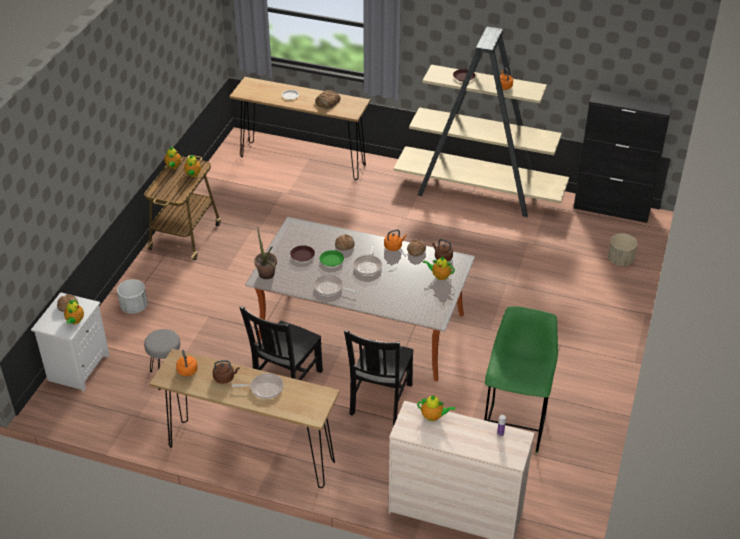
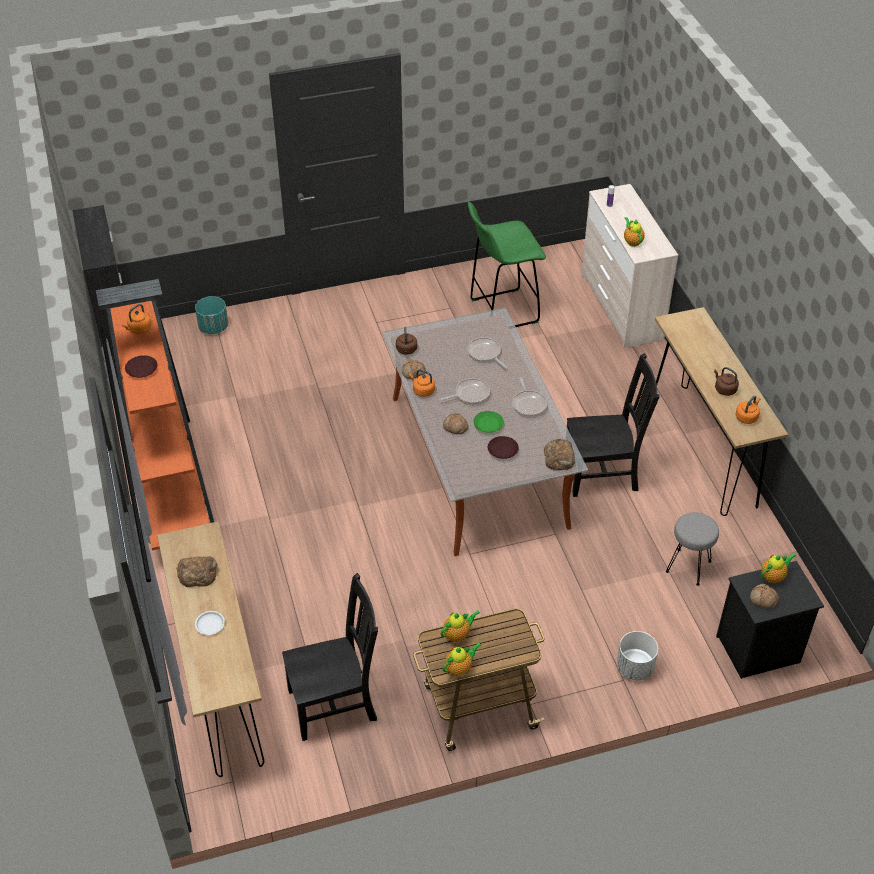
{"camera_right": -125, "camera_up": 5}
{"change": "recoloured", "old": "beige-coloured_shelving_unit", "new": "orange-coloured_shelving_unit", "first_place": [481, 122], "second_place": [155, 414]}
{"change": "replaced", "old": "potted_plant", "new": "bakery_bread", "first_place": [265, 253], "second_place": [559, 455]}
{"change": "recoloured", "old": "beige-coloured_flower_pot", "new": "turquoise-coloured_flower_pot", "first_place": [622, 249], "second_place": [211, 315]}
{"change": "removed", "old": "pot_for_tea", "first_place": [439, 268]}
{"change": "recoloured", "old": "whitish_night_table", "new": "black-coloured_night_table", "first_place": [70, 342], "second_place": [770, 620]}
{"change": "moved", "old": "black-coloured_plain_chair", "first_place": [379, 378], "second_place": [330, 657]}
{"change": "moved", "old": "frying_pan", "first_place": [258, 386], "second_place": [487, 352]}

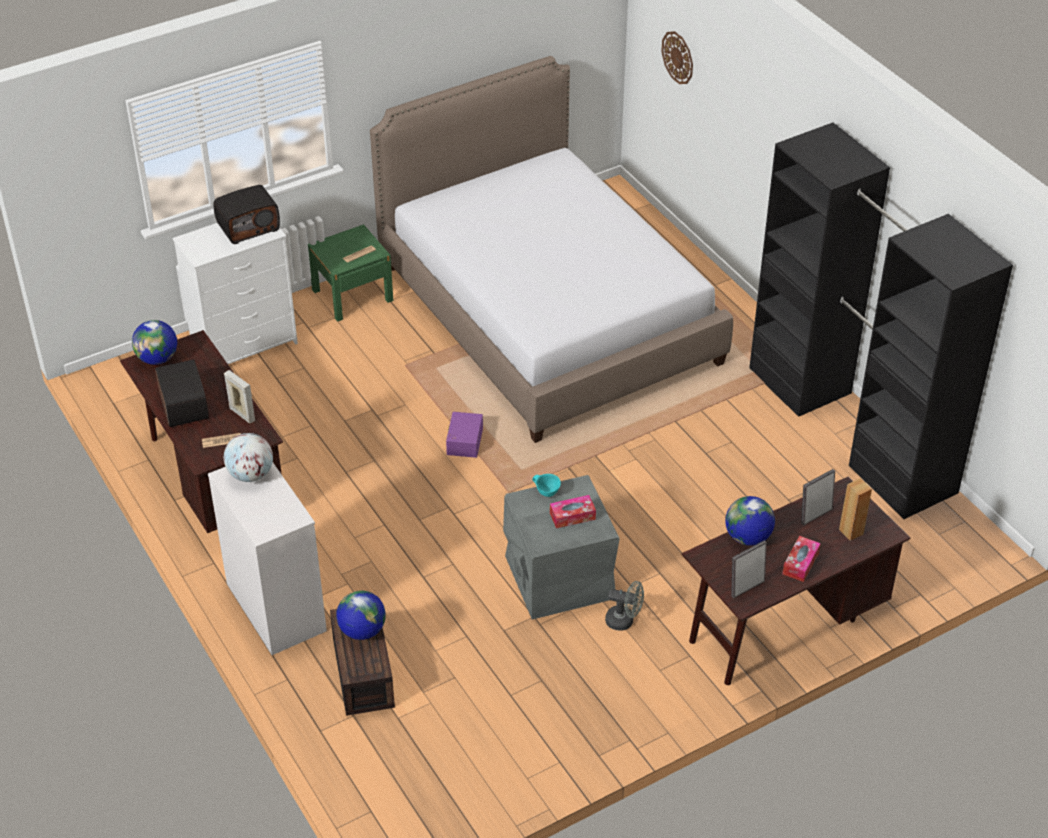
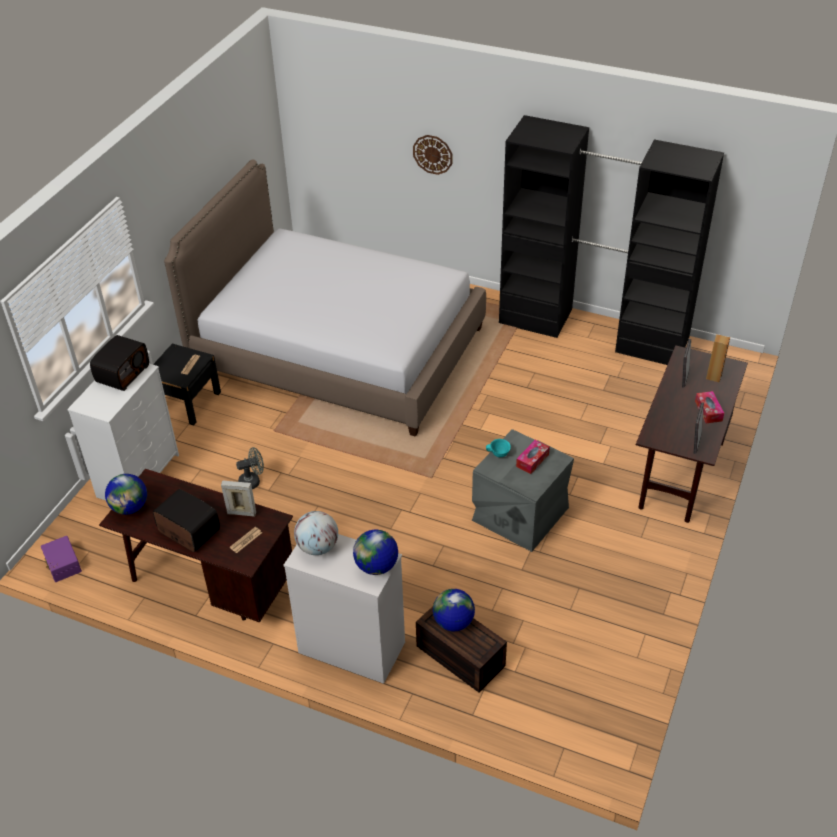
{"camera_right": -35, "camera_up": 0}
{"change": "moved", "old": "wall_clock", "first_place": [677, 57], "second_place": [432, 155]}
{"change": "recoloured", "old": "green-coloured_night_table", "new": "black-coloured_night_table", "first_place": [350, 273], "second_place": [187, 384]}
{"change": "moved", "old": "purplish_storage_box", "first_place": [464, 435], "second_place": [61, 559]}
{"change": "moved", "old": "world_globe", "first_place": [750, 521], "second_place": [375, 552]}
{"change": "moved", "old": "grey_cooling_fan", "first_place": [624, 606], "second_place": [250, 468]}

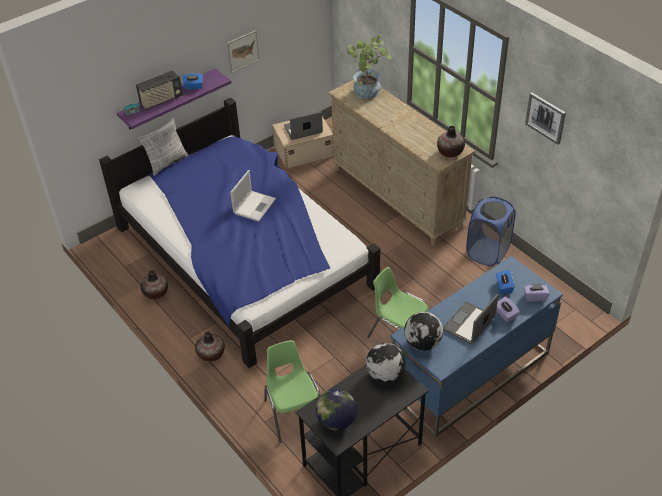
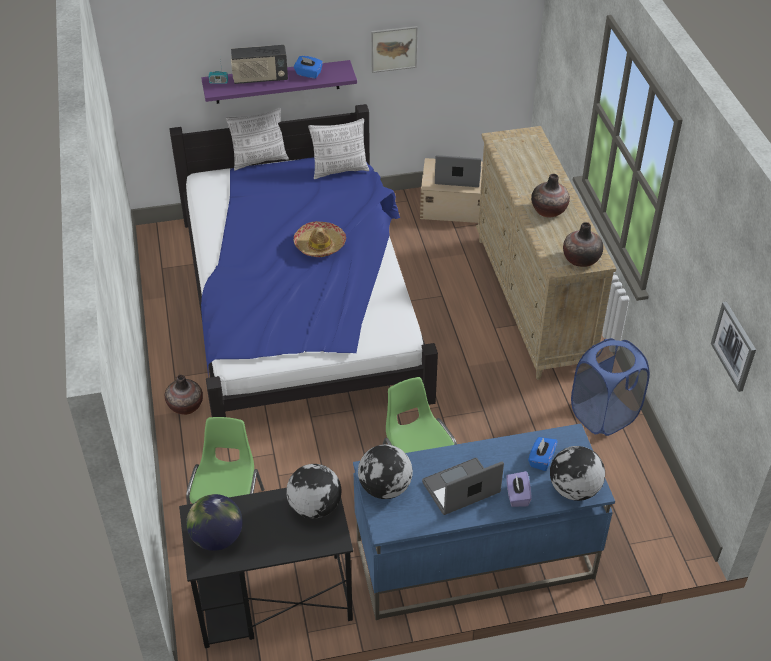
{"camera_right": 25, "camera_up": 0}
{"change": "removed", "old": "potted_plant", "first_place": [369, 66]}
{"change": "moved", "old": "wall_art", "first_place": [545, 119], "second_place": [733, 347]}
{"change": "replaced", "old": "portable_computer", "new": "wearable_hat", "first_place": [253, 196], "second_place": [320, 239]}
{"change": "moved", "old": "vase", "first_place": [154, 285], "second_place": [550, 196]}
{"change": "replaced", "old": "purplish_box_of_tissues", "new": "world_globe", "first_place": [537, 292], "second_place": [577, 473]}
{"change": "added", "new": "throw_pillow", "second_place": [338, 148]}

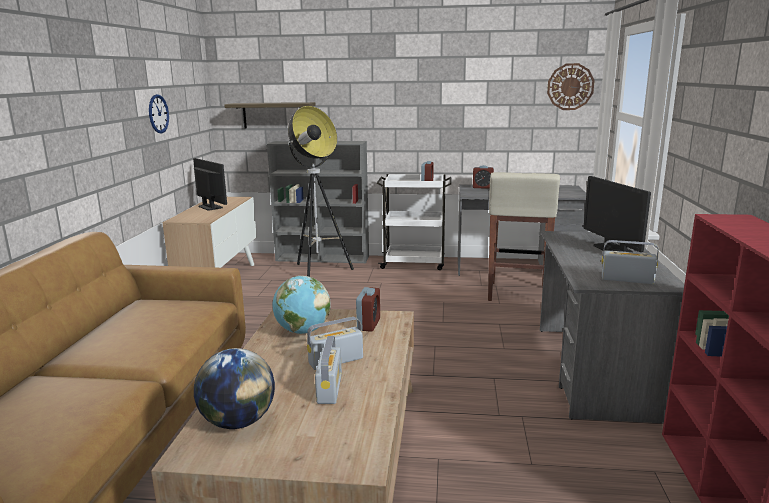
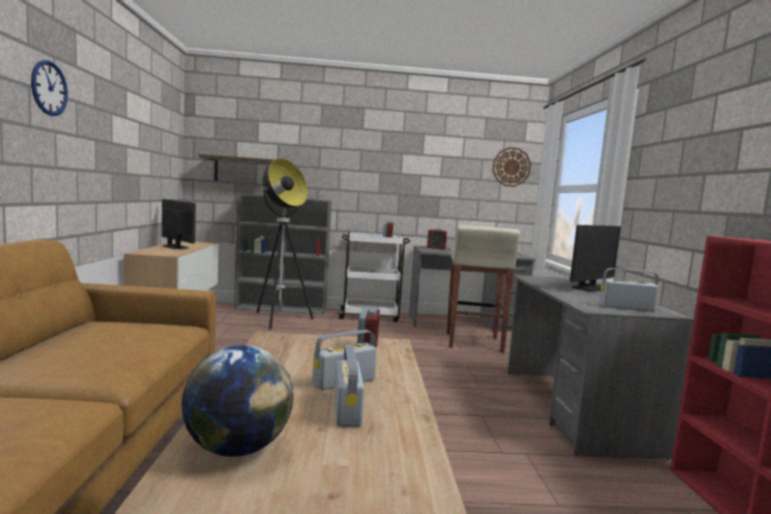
{"camera_right": -10, "camera_up": -10}
{"change": "moved", "old": "wall_clock", "first_place": [159, 113], "second_place": [49, 88]}
{"change": "turned", "old": "monitor", "first_place": [617, 214], "second_place": [595, 258], "degrees": -105}
{"change": "removed", "old": "world_globe", "first_place": [301, 305]}

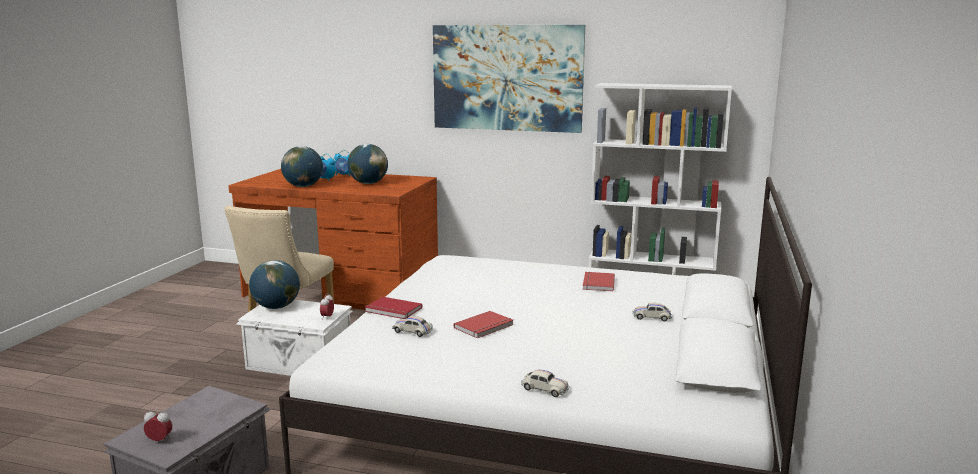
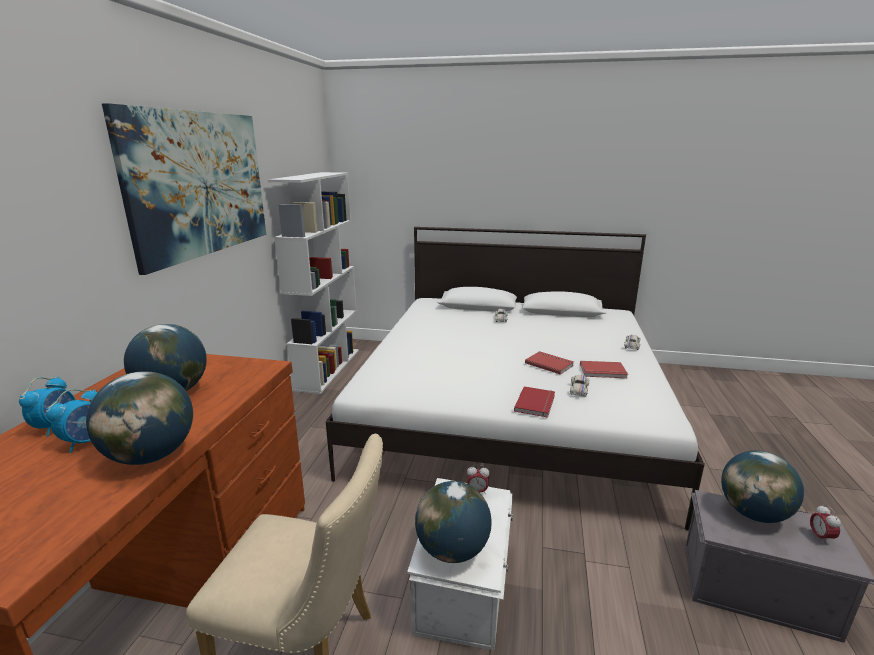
{"camera_right": -95, "camera_up": 5}
{"change": "moved", "old": "reddish_volume", "first_place": [599, 281], "second_place": [604, 369]}
{"change": "added", "new": "world_globe", "second_place": [762, 486]}

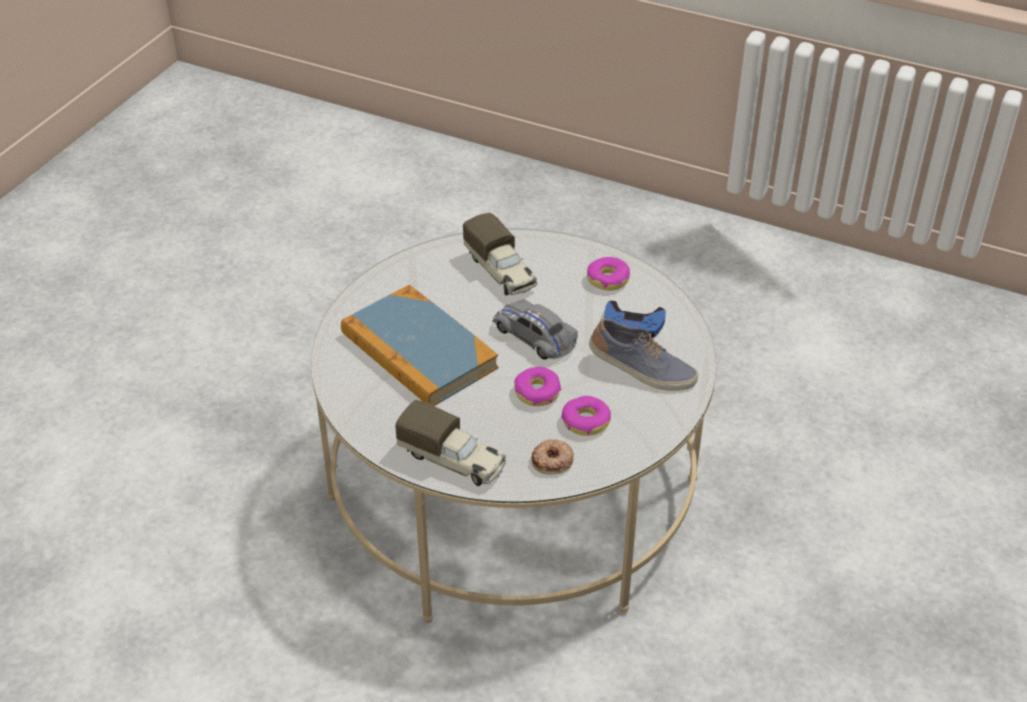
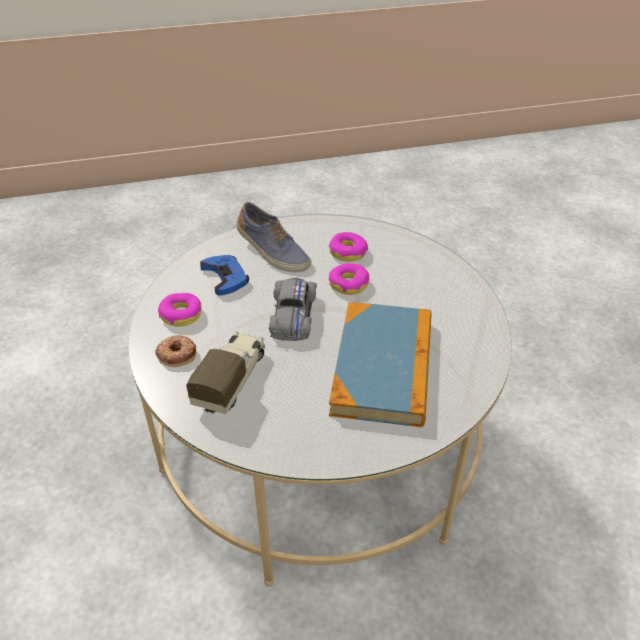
{"camera_right": -130, "camera_up": 0}
{"change": "turned", "old": "shoe", "first_place": [643, 354], "second_place": [273, 237], "degrees": 150}
{"change": "removed", "old": "model_truck", "first_place": [450, 443]}
{"change": "moved", "old": "donut", "first_place": [553, 457], "second_place": [175, 351]}

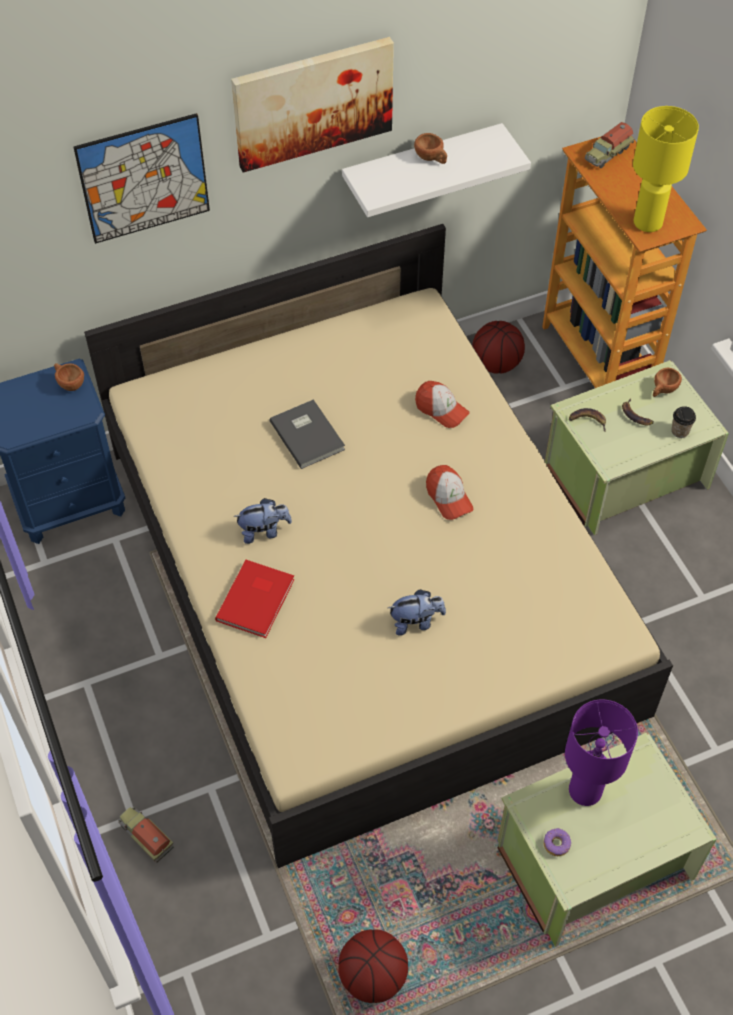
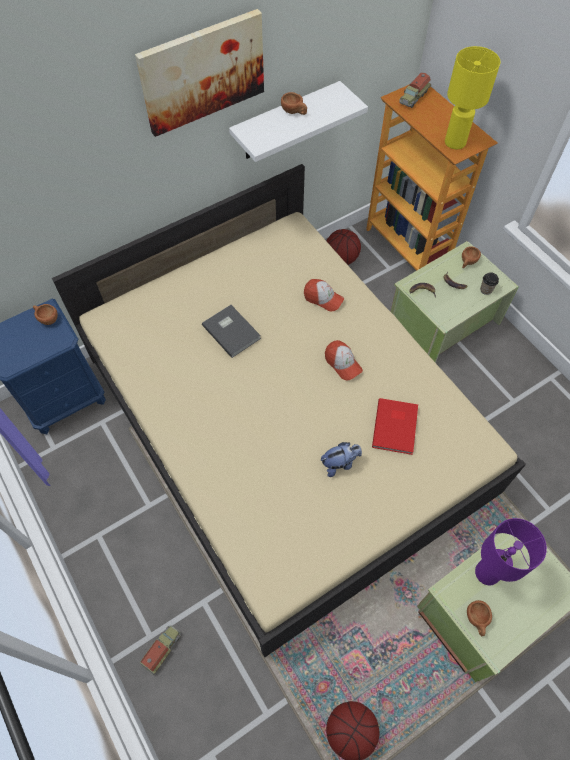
{"camera_right": -10, "camera_up": 5}
{"change": "removed", "old": "wall_art", "first_place": [141, 178]}
{"change": "removed", "old": "soft_toy", "first_place": [262, 521]}
{"change": "moved", "old": "reddish_volume", "first_place": [255, 599], "second_place": [395, 426]}
{"change": "turned", "old": "model_truck", "first_place": [146, 835], "second_place": [160, 650], "degrees": 90}
{"change": "replaced", "old": "donut", "new": "brown-coloured_cup", "first_place": [557, 842], "second_place": [479, 618]}

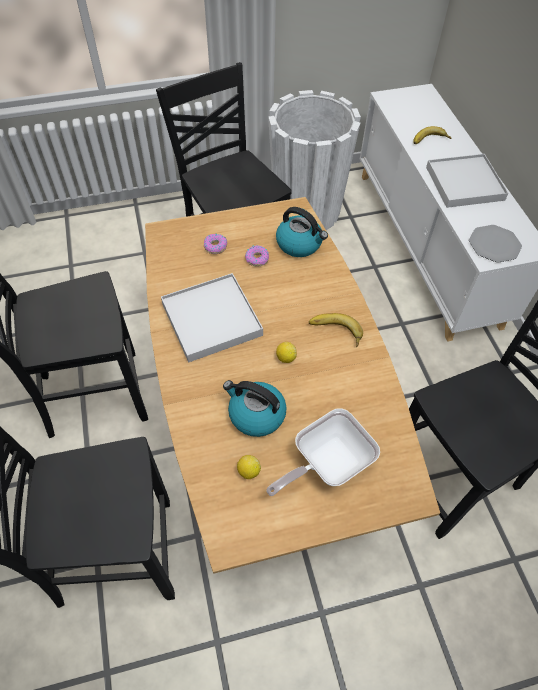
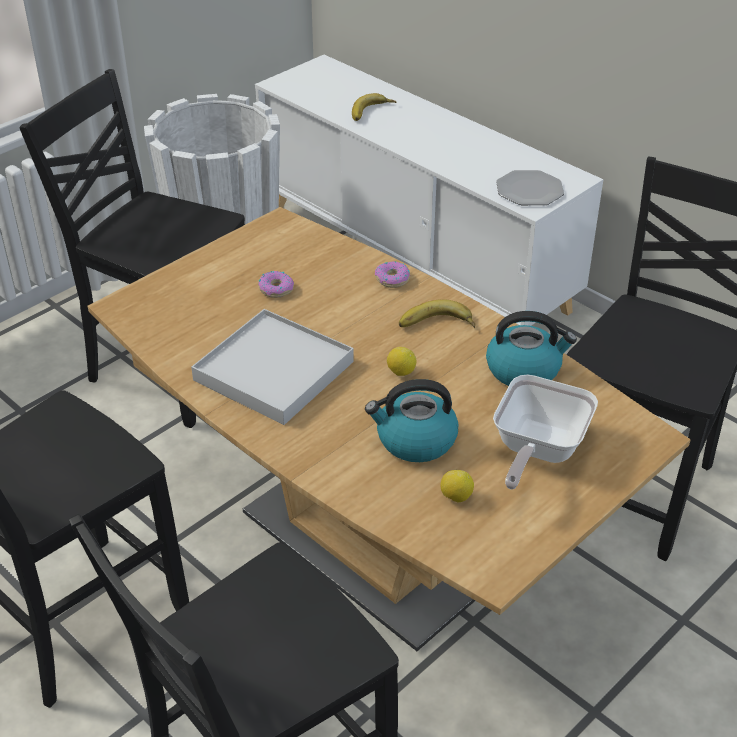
{"camera_right": -30, "camera_up": -15}
{"change": "removed", "old": "whitish_serving_tray", "first_place": [467, 181]}
{"change": "moved", "old": "kettle", "first_place": [302, 232], "second_place": [531, 348]}
{"change": "moved", "old": "donut", "first_place": [216, 244], "second_place": [392, 275]}

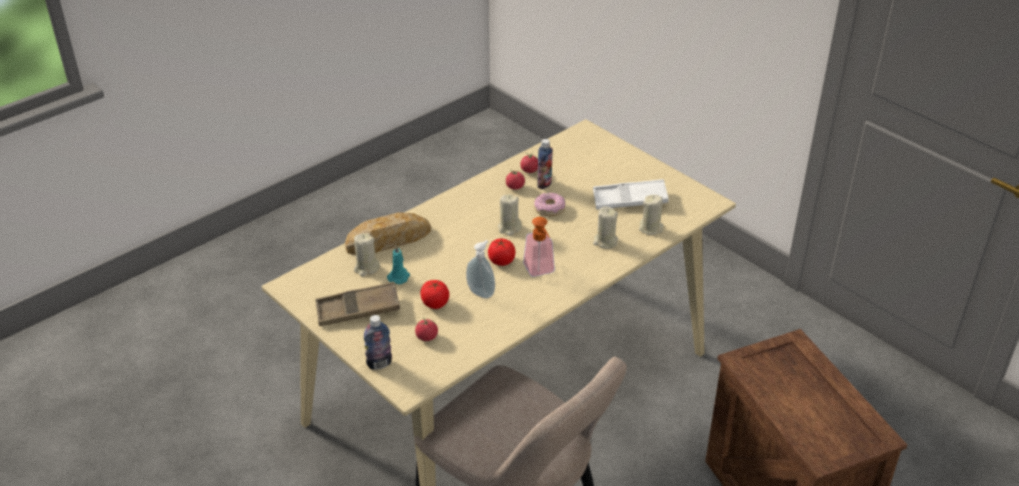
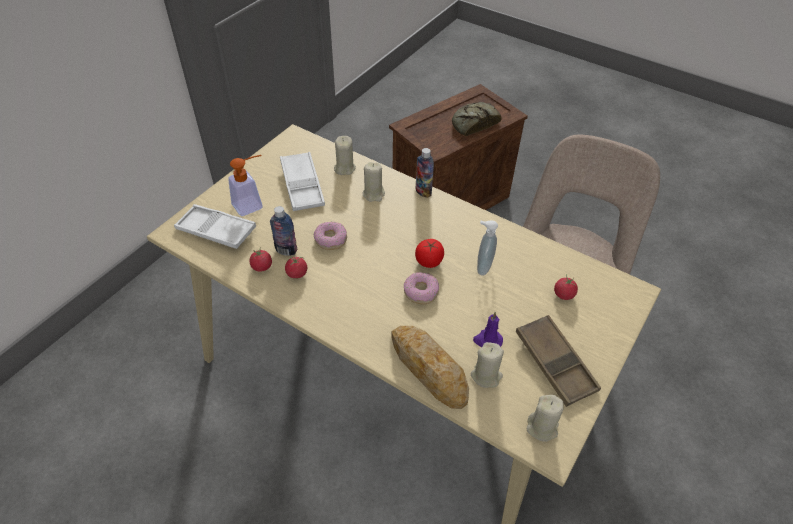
{"camera_right": -105, "camera_up": 10}
{"change": "moved", "old": "beige-coloured_wax_light", "first_place": [510, 215], "second_place": [545, 418]}
{"change": "moved", "old": "soap_dispenser", "first_place": [539, 247], "second_place": [245, 185]}
{"change": "recoloured", "old": "turquoise-coloured_wax_light", "new": "purplish_wax_light", "first_place": [398, 264], "second_place": [488, 330]}
{"change": "removed", "old": "whole_tomato", "first_place": [434, 294]}
{"change": "moved", "old": "bottle", "first_place": [378, 342], "second_place": [424, 173]}
{"change": "added", "new": "bakery_bread", "second_place": [477, 119]}
{"change": "added", "new": "whitish_serving_tray", "second_place": [215, 226]}
{"change": "added", "new": "donut", "second_place": [421, 288]}

